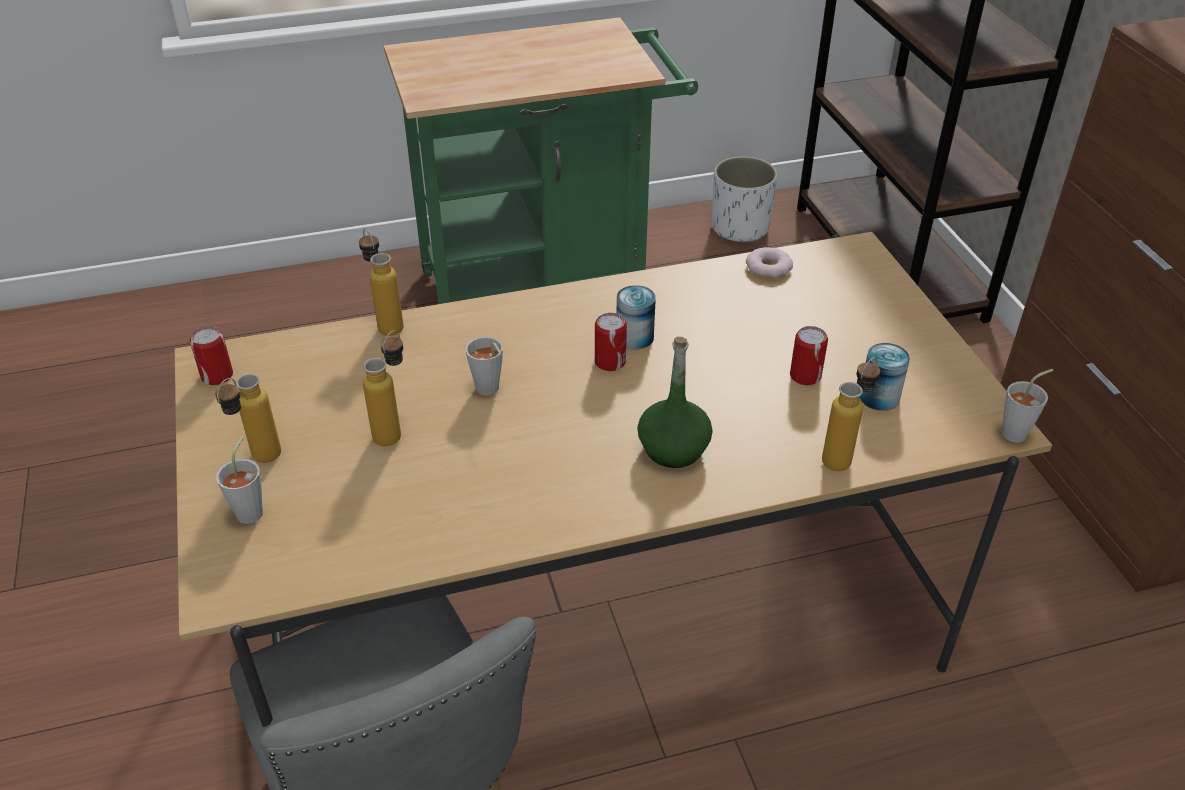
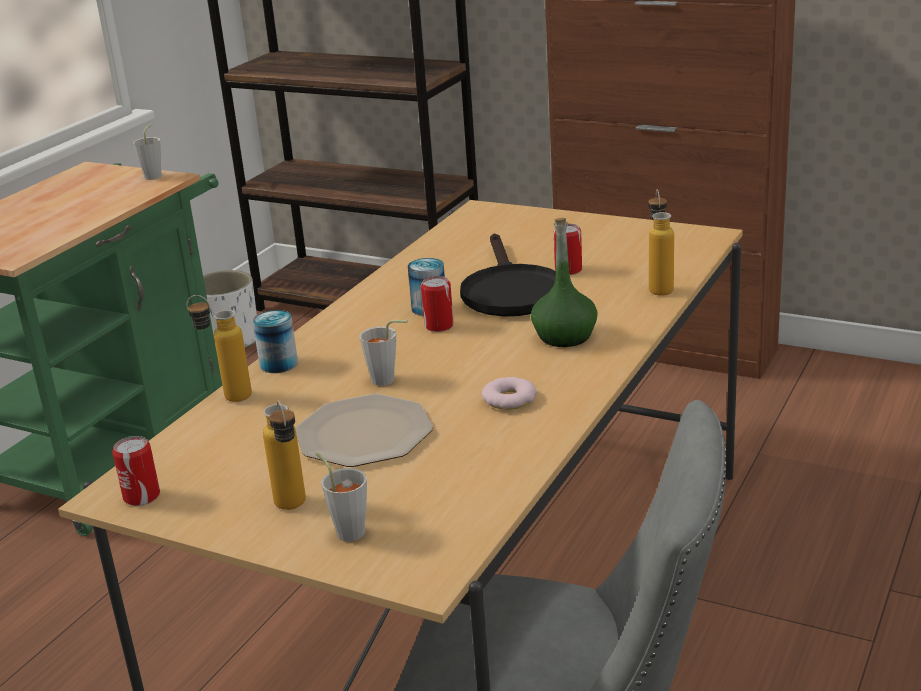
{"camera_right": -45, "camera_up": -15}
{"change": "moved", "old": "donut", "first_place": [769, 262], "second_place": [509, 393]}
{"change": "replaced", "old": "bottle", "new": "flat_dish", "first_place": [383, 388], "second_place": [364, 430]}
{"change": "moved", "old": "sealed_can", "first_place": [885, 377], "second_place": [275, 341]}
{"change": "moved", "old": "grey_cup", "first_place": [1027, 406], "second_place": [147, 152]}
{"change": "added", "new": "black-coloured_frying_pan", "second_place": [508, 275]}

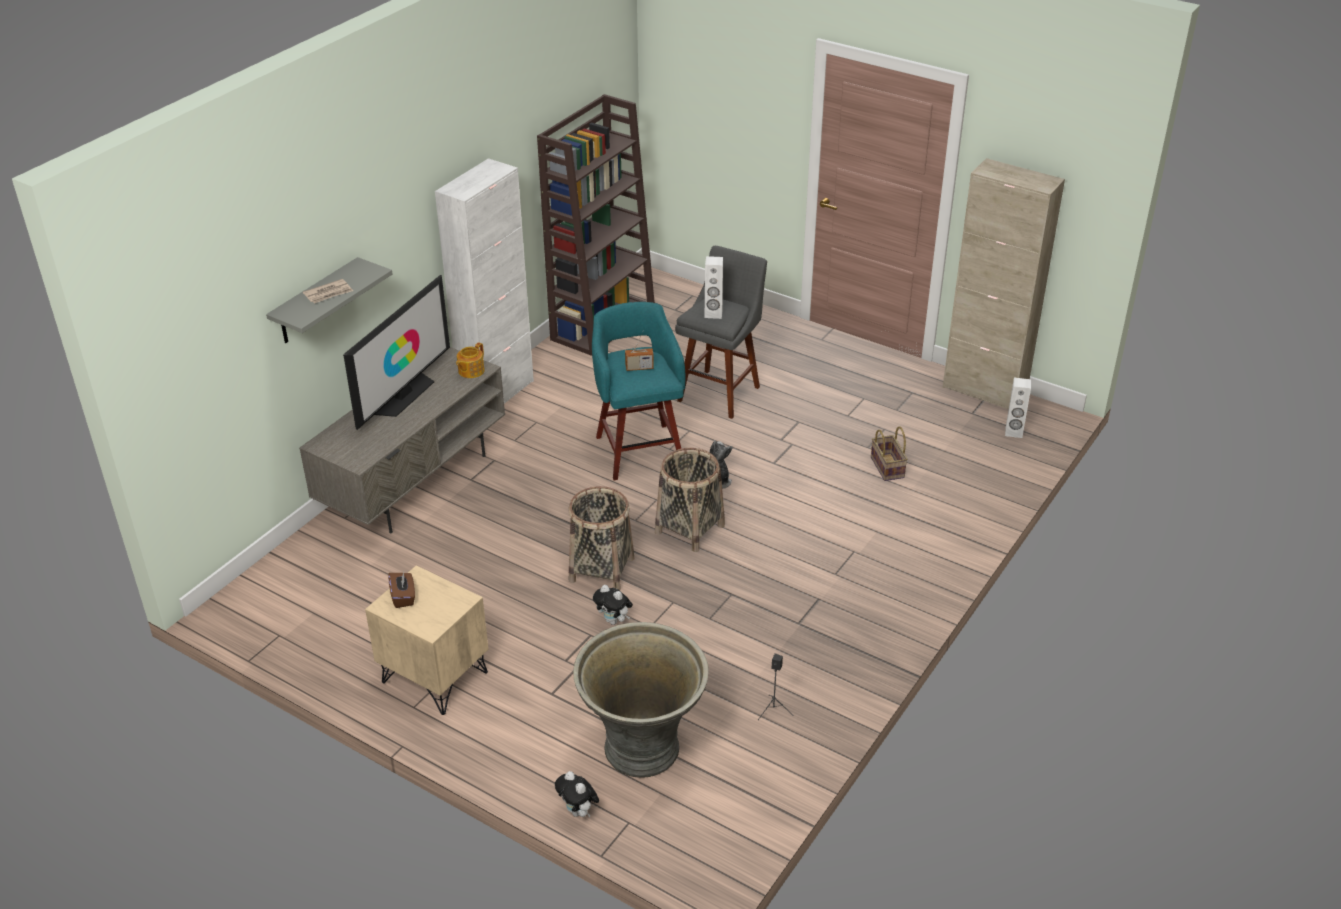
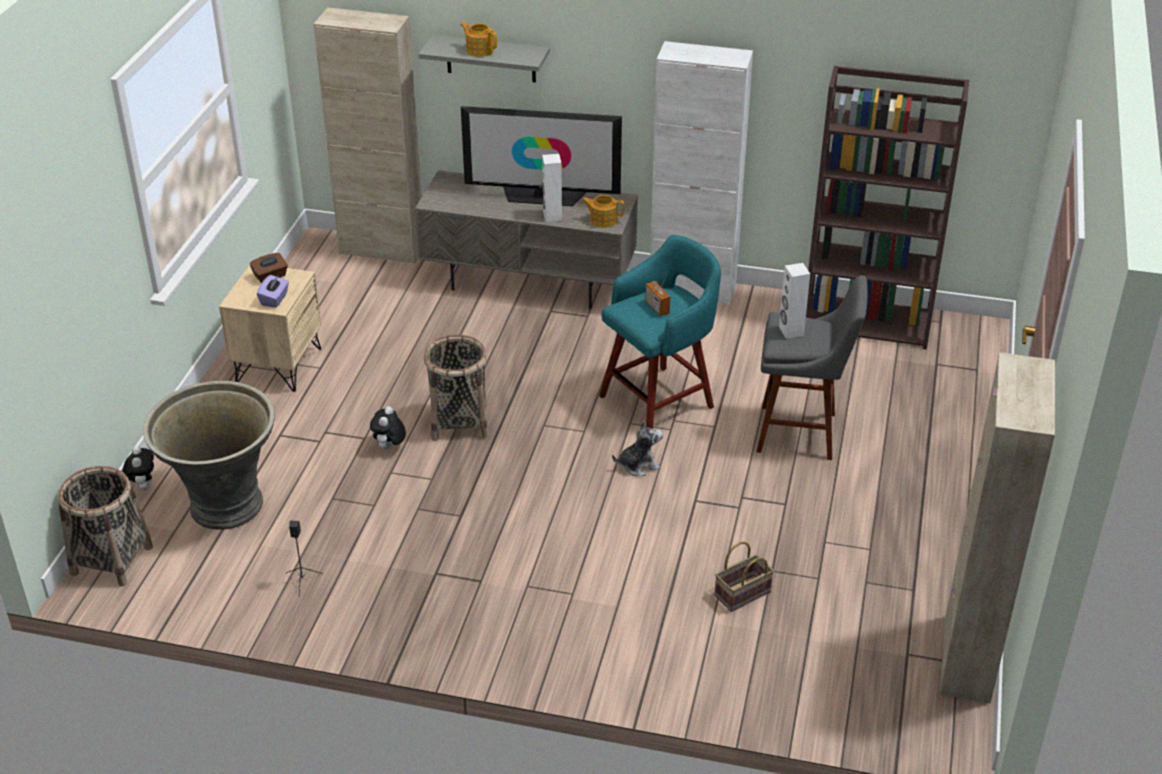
{"camera_right": 70, "camera_up": 0}
{"change": "replaced", "old": "printed_paper", "new": "pot_for_tea", "first_place": [328, 291], "second_place": [479, 39]}
{"change": "moved", "old": "whitish_audio_speaker", "first_place": [1018, 408], "second_place": [552, 188]}
{"change": "moved", "old": "household_basket", "first_place": [690, 500], "second_place": [105, 526]}
{"change": "turned", "old": "soft_toy", "first_place": [577, 794], "second_place": [138, 468], "degrees": 135}
{"change": "added", "new": "beige-coloured_storage_cabinet", "second_place": [367, 135]}
{"change": "added", "new": "purplish_box_of_tissues", "second_place": [273, 291]}

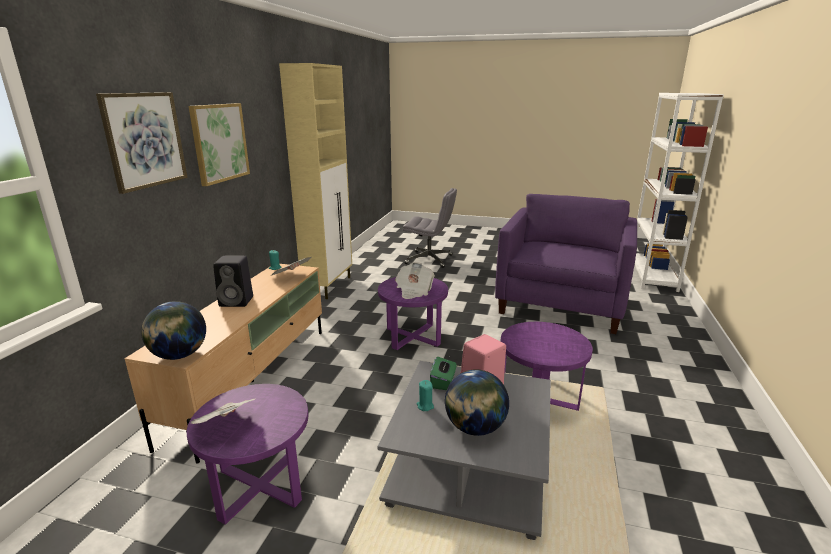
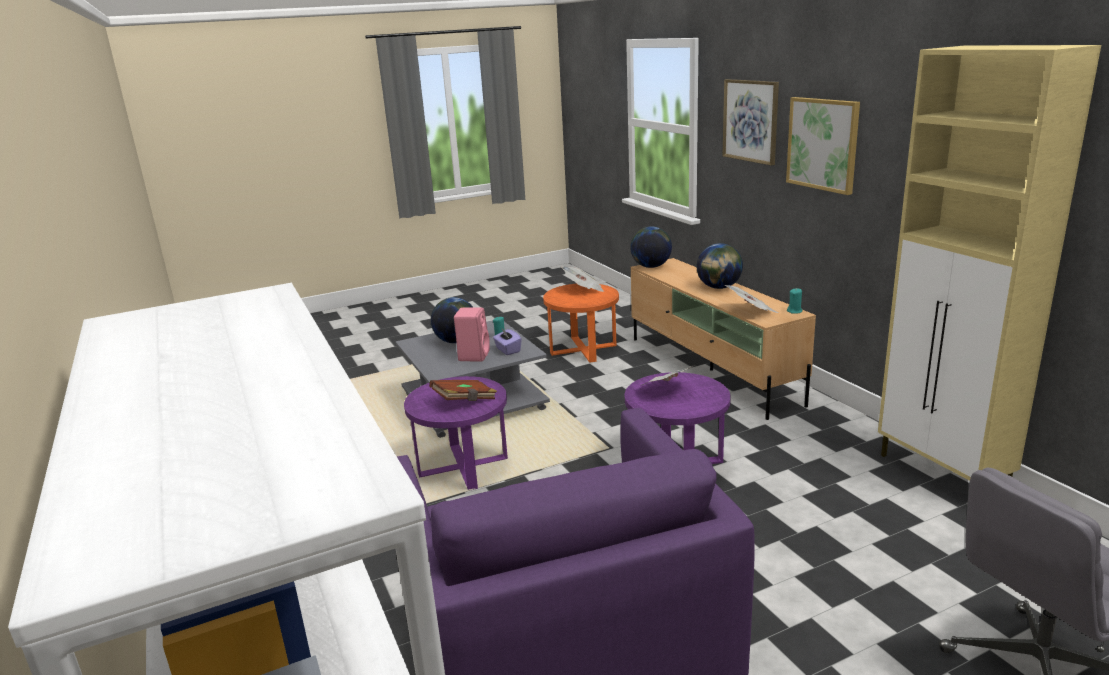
{"camera_right": 140, "camera_up": 0}
{"change": "replaced", "old": "black-coloured_audio_speaker", "new": "world_globe", "first_place": [233, 281], "second_place": [719, 266]}
{"change": "recoloured", "old": "green-coloured_box_of_tissues", "new": "purplish_box_of_tissues", "first_place": [443, 373], "second_place": [507, 342]}
{"change": "recoloured", "old": "purplish_end_table", "new": "orange-coloured_end_table", "first_place": [248, 454], "second_place": [581, 323]}
{"change": "added", "new": "brown-coloured_volume", "second_place": [463, 390]}

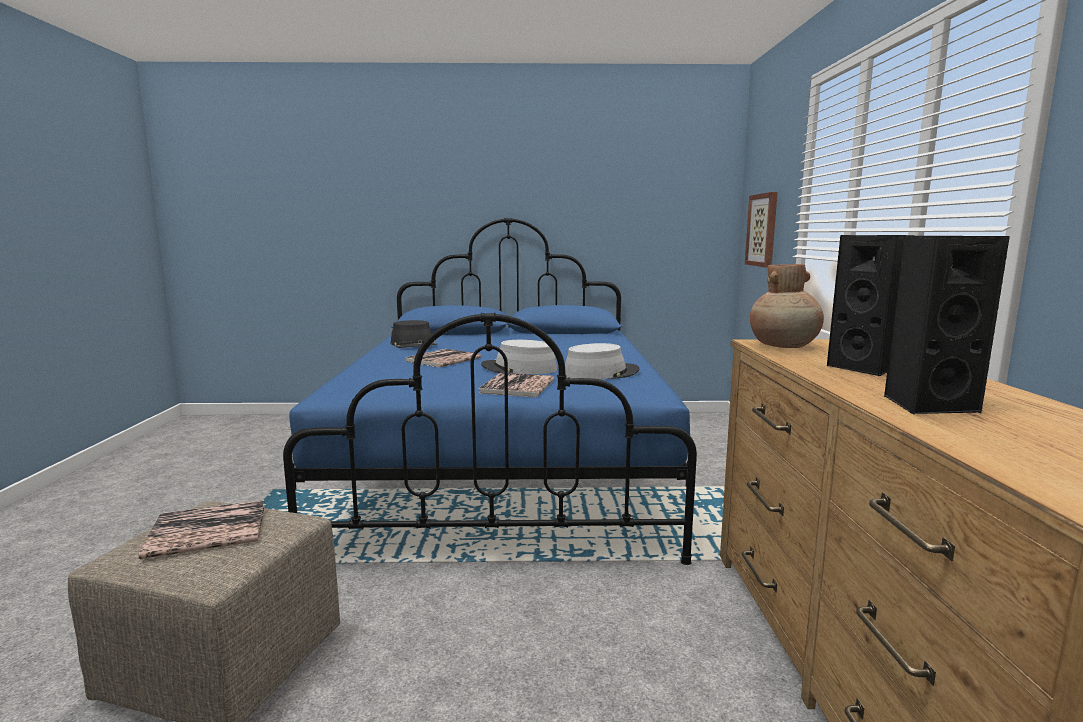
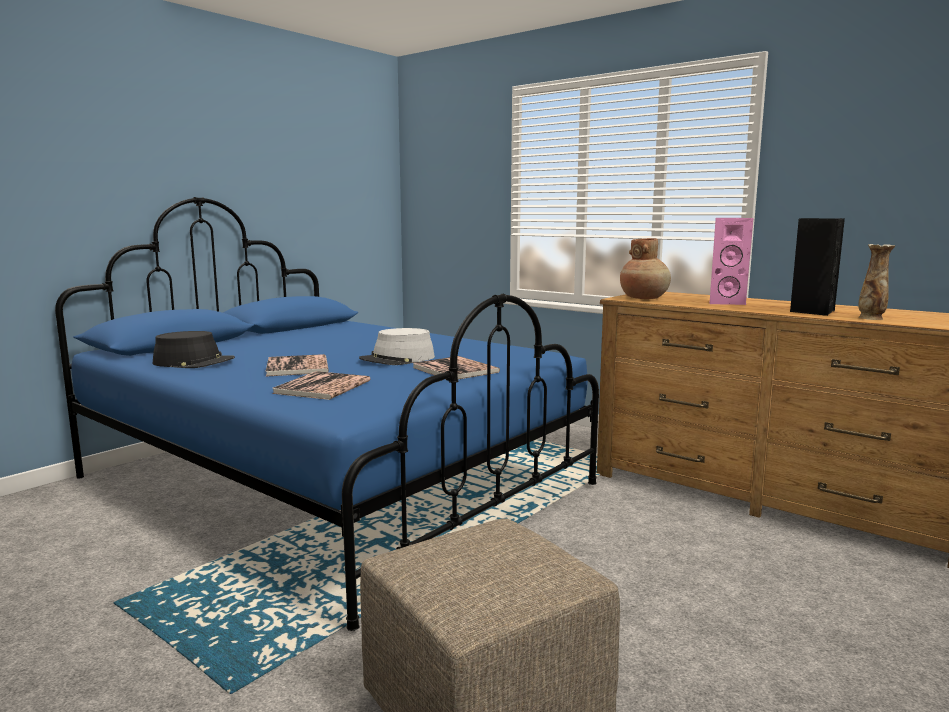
{"camera_right": -50, "camera_up": 0}
{"change": "removed", "old": "wall_art", "first_place": [761, 229]}
{"change": "recoloured", "old": "black-coloured_audio_speaker", "new": "pinkish_audio_speaker", "first_place": [871, 305], "second_place": [731, 261]}
{"change": "removed", "old": "grey_wearable_hat", "first_place": [602, 361]}
{"change": "moved", "old": "volume", "first_place": [202, 529], "second_place": [321, 385]}
{"change": "added", "new": "vase", "second_place": [876, 282]}

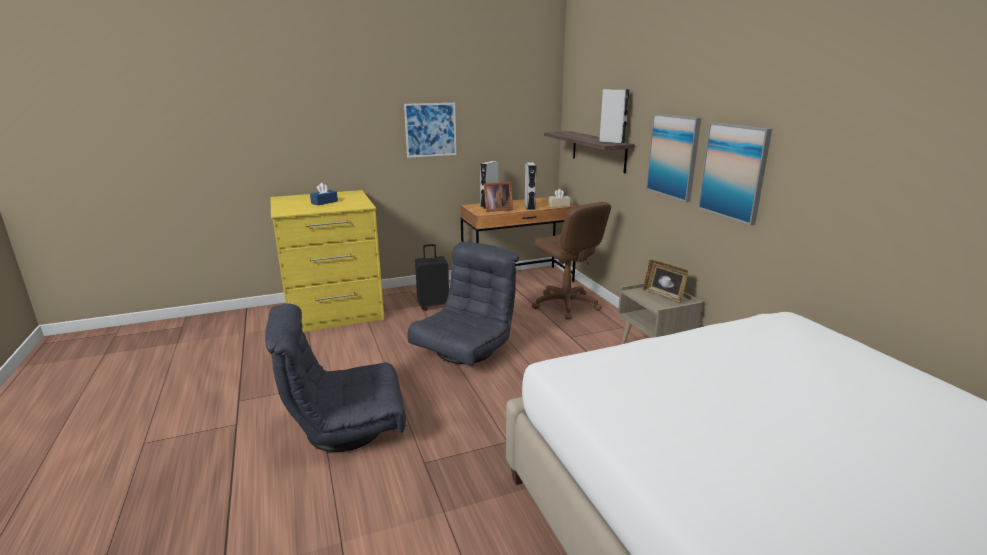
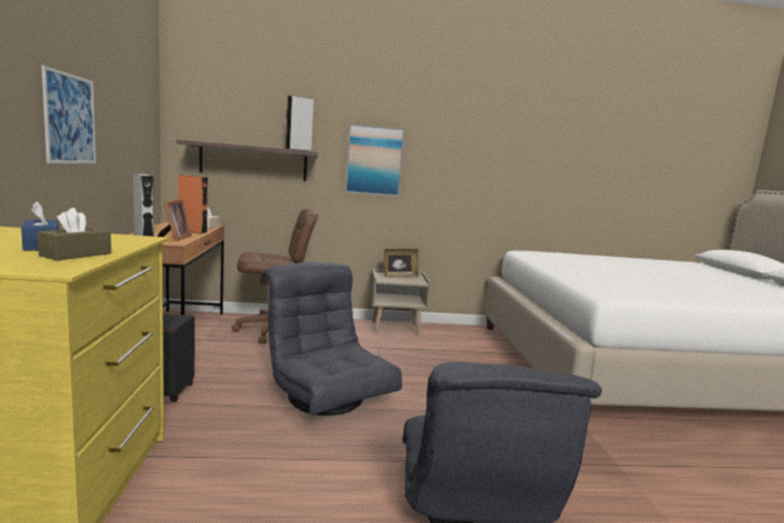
{"camera_right": -75, "camera_up": -10}
{"change": "removed", "old": "wall_art", "first_place": [735, 174]}
{"change": "recoloured", "old": "grey_audio_speaker", "new": "orange-coloured_audio_speaker", "first_place": [530, 186], "second_place": [193, 204]}
{"change": "added", "new": "brown-coloured_box_of_tissues", "second_place": [74, 234]}

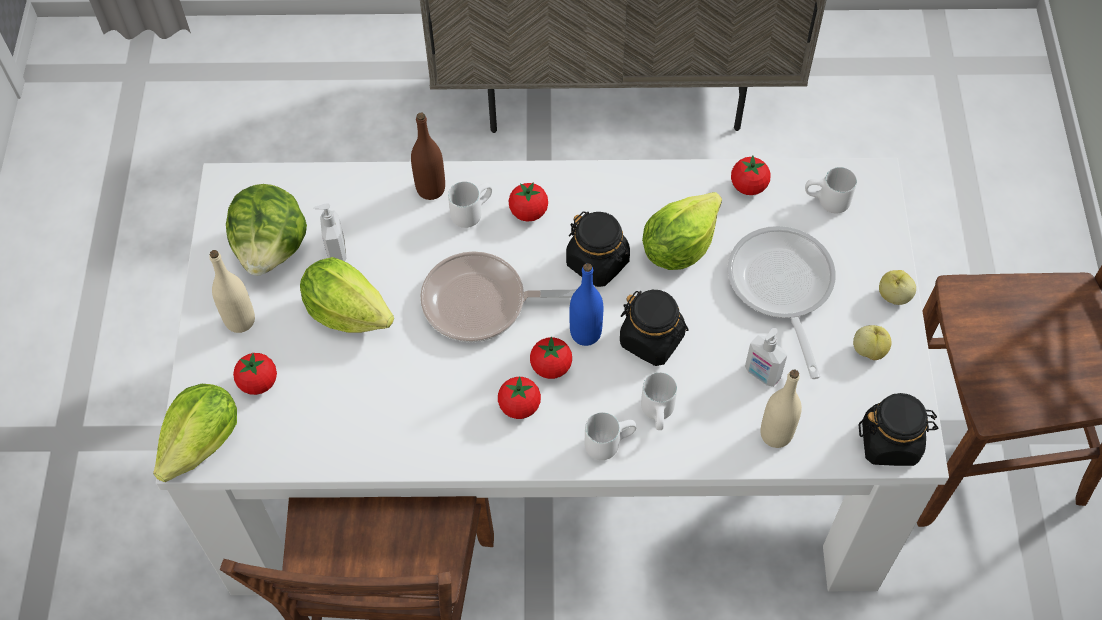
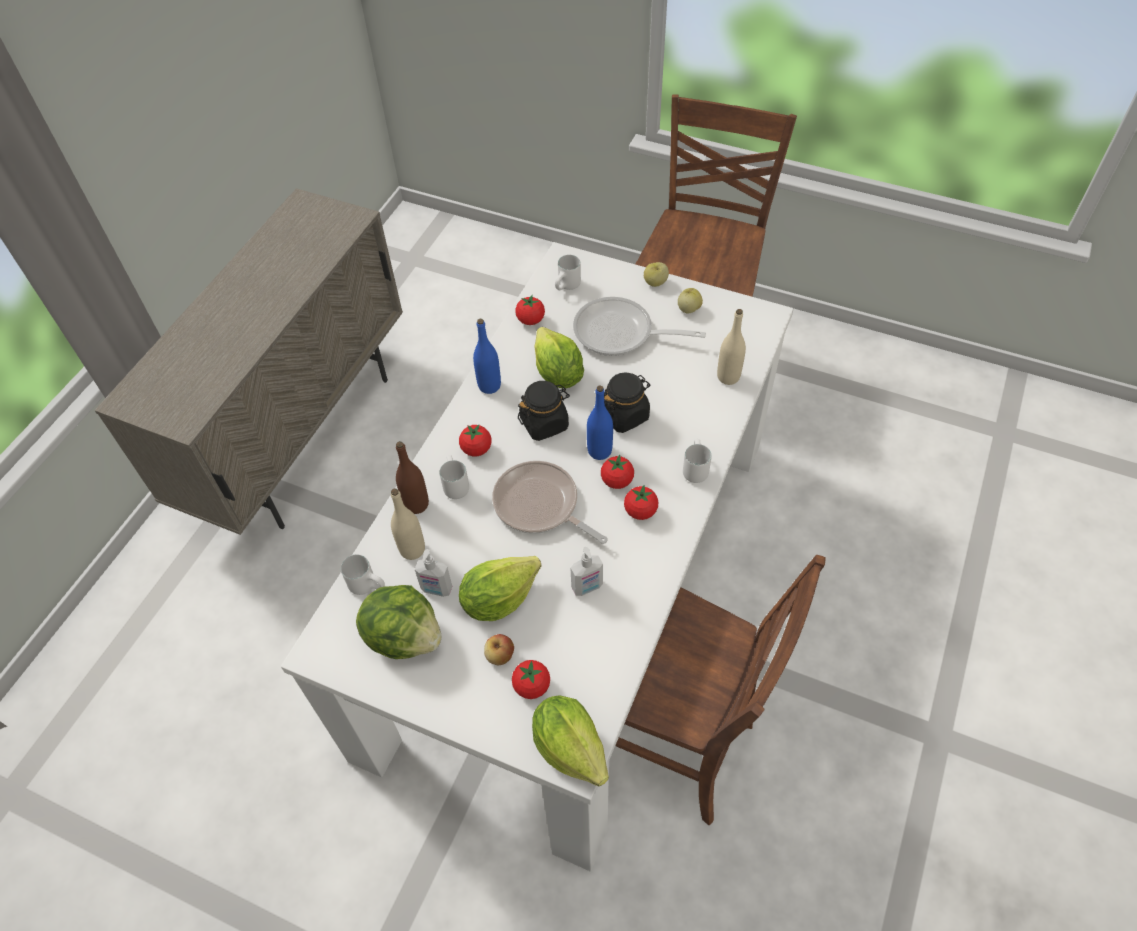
{"camera_right": -65, "camera_up": -5}
{"change": "moved", "old": "beige-coloured_bottle", "first_place": [232, 291], "second_place": [408, 524]}
{"change": "turned", "old": "frying_pan", "first_place": [498, 297], "second_place": [550, 502], "degrees": 105}
{"change": "moved", "old": "soap_dispenser", "first_place": [766, 357], "second_place": [586, 571]}
{"change": "moved", "old": "whitish_coffee_mug", "first_place": [659, 401], "second_place": [363, 575]}
{"change": "removed", "old": "black-coloured_preserve_jar", "first_place": [898, 429]}
{"change": "added", "new": "bluish_bottle", "second_place": [487, 356]}
{"change": "added", "new": "apple_fruit", "second_place": [499, 649]}

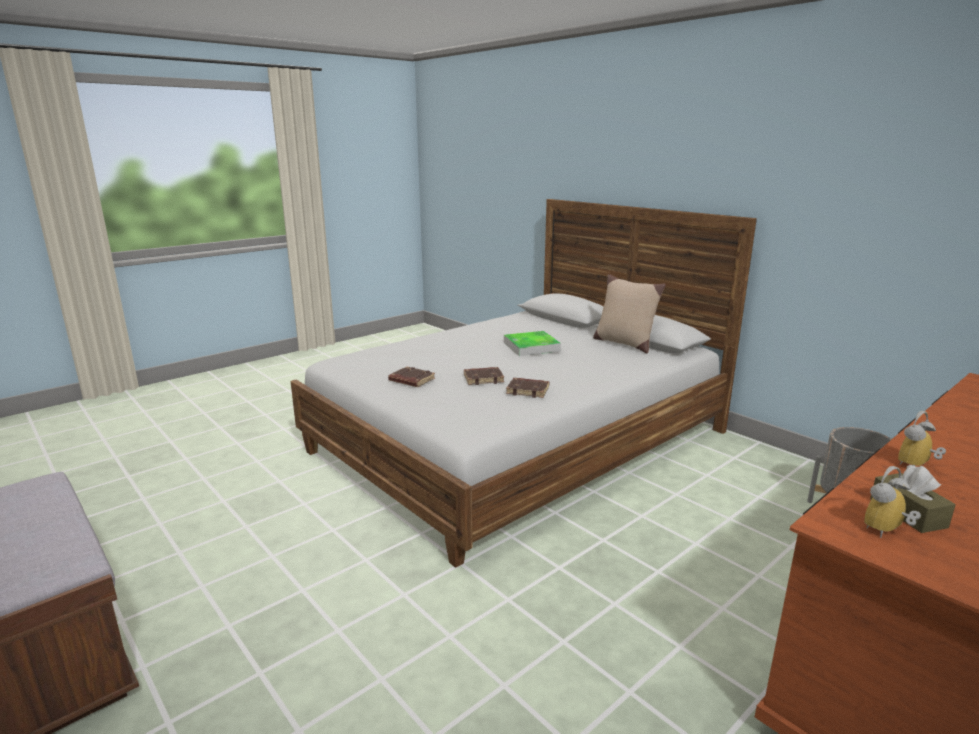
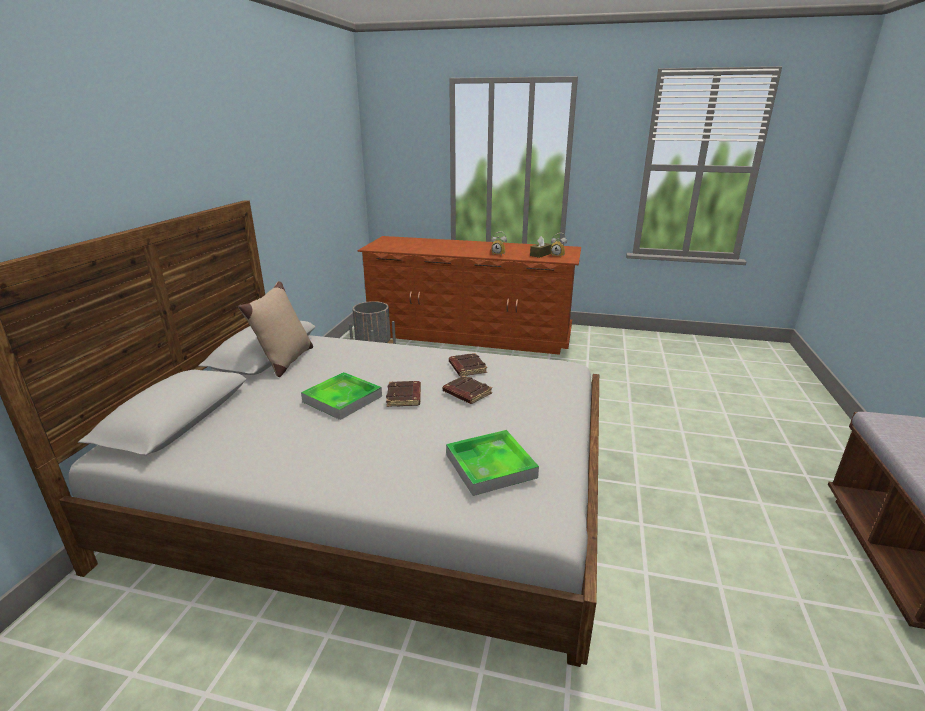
{"camera_right": -125, "camera_up": 5}
{"change": "moved", "old": "brown-coloured_volume", "first_place": [411, 377], "second_place": [403, 394]}
{"change": "added", "new": "serving_tray", "second_place": [492, 463]}

